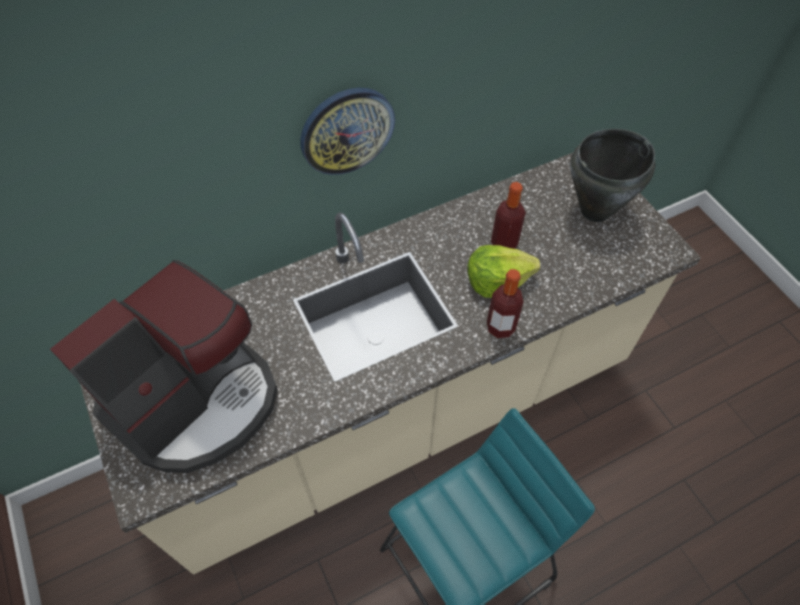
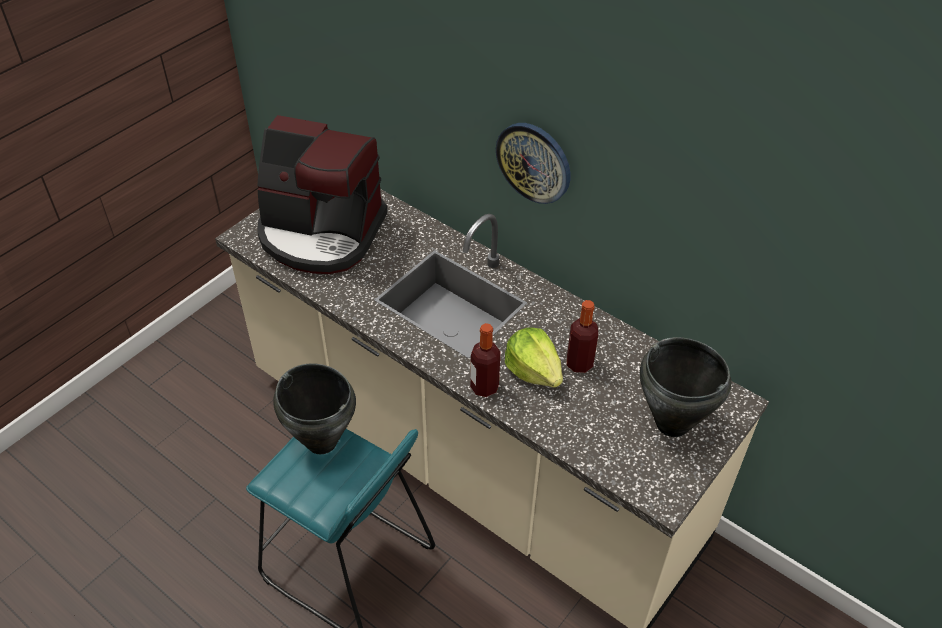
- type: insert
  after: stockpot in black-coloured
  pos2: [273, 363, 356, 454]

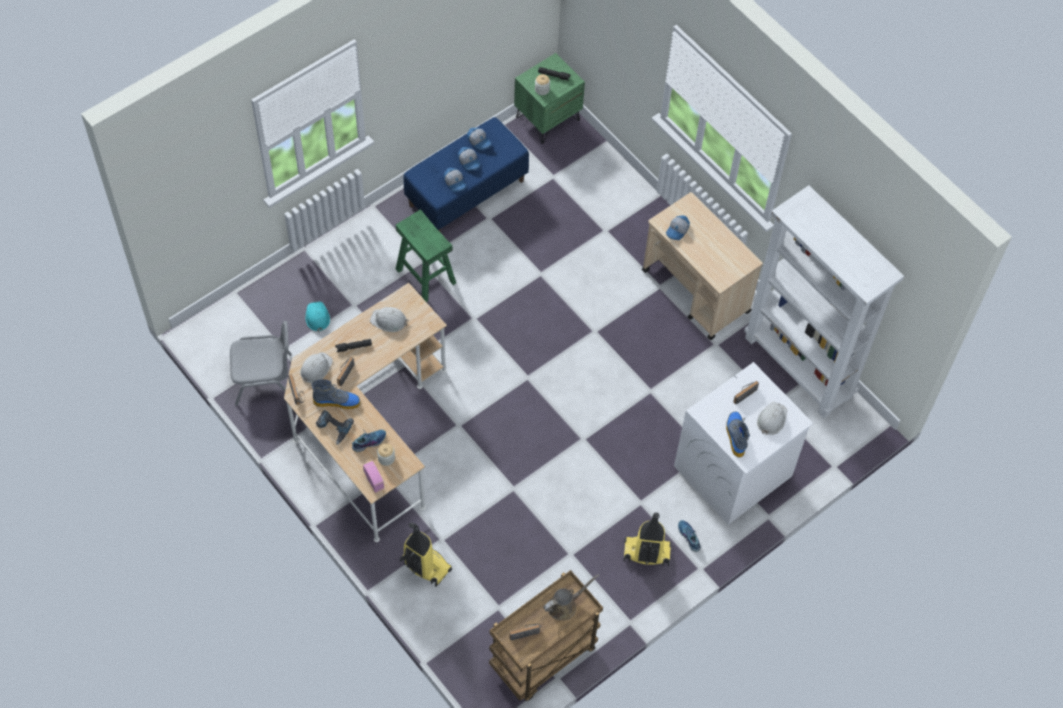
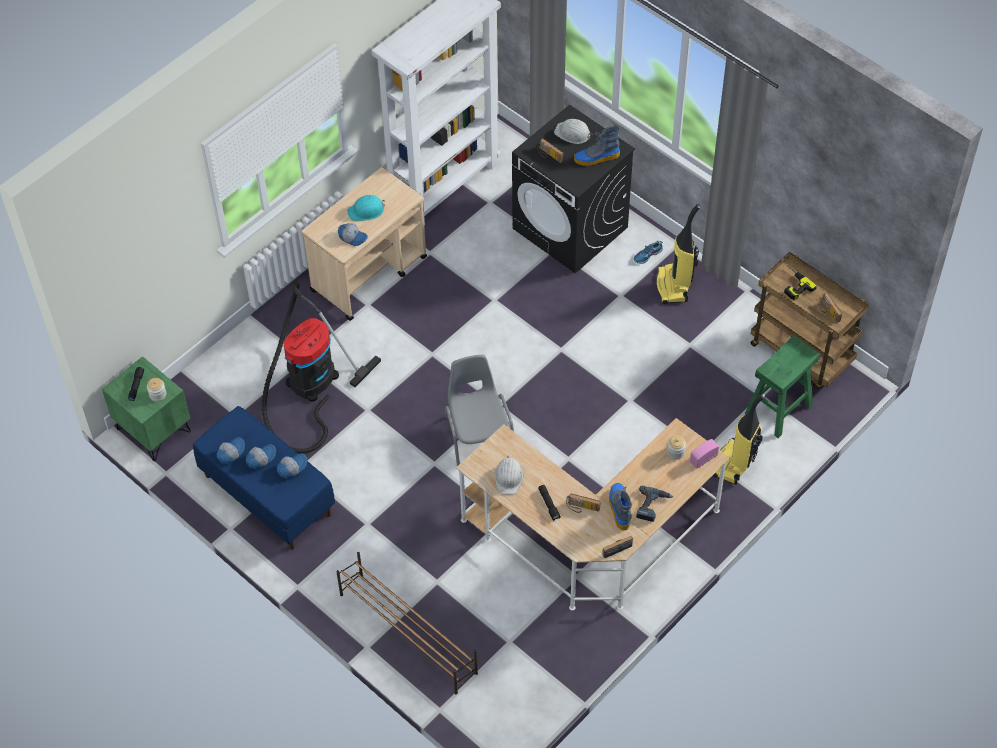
- type: move
  before: upright chair in greyish
  pos1: [230, 321, 292, 406]
  pos2: [444, 355, 514, 466]
- type: delete
  before: hard hat in white-coloured
  pos1: [300, 352, 333, 383]
- type: move
  before: hard hat in turquoise-coloured
  pos1: [305, 302, 330, 332]
  pos2: [347, 195, 385, 221]
- type: delete
  before: item of footwear
  pos1: [352, 429, 386, 452]
- type: move
  before: stool in greenish
  pos1: [396, 209, 456, 302]
  pos2: [745, 335, 820, 438]
- type: replace
  before: sprinkling can in brown-coloured
  after: electric drill
  pos1: [543, 574, 599, 620]
  pos2: [784, 265, 817, 300]
- type: recolor
  before: laundry machine in white-coloured
  after: laundry machine in black-coloured
  pos1: [674, 362, 813, 525]
  pos2: [512, 104, 635, 273]
- type: insert
  after: vacuum cleaner
  pos2: [262, 282, 381, 454]
- type: insert
  after: shoe rack in brown-coloured
  pos2: [336, 552, 478, 694]

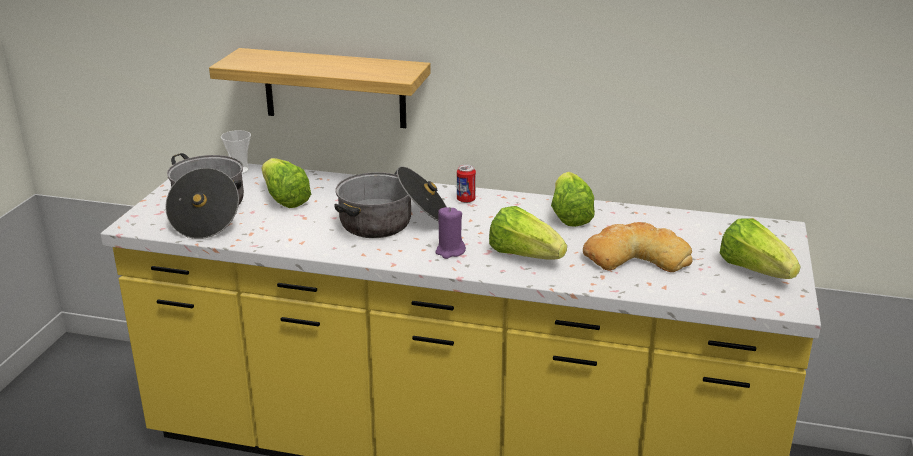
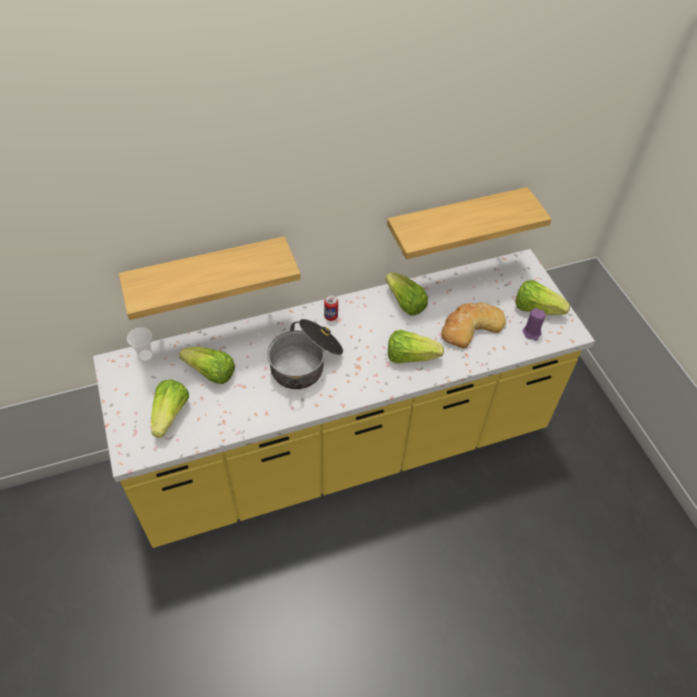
- type: replace
  before: stockpot
  after: lettuce head
  pos1: [165, 153, 244, 239]
  pos2: [151, 380, 189, 438]
- type: move
  before: wax light in purplish
  pos1: [436, 207, 466, 259]
  pos2: [523, 308, 546, 341]
- type: insert
  after: shelf
  pos2: [387, 187, 551, 259]

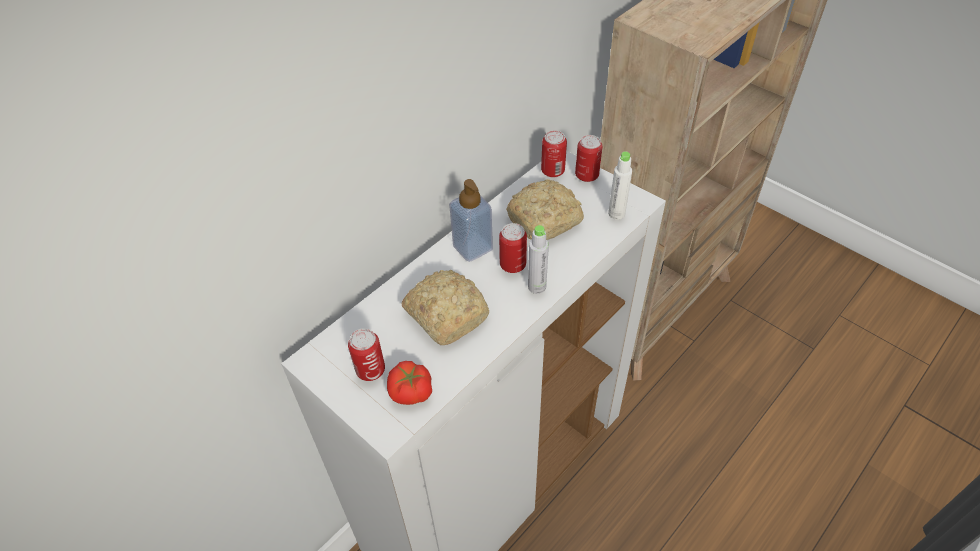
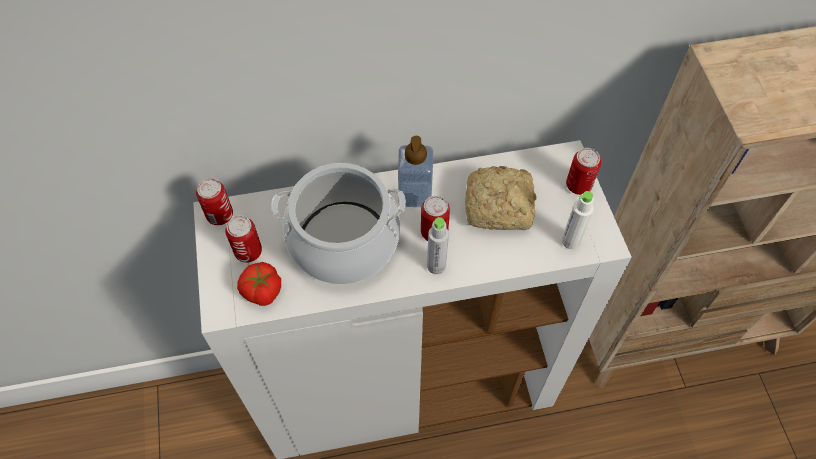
- type: replace
  before: bread
  after: stockpot
  pos1: [402, 270, 489, 345]
  pos2: [271, 163, 406, 284]
- type: move
  before: sealed can
  pos1: [541, 130, 567, 178]
  pos2: [196, 178, 233, 225]

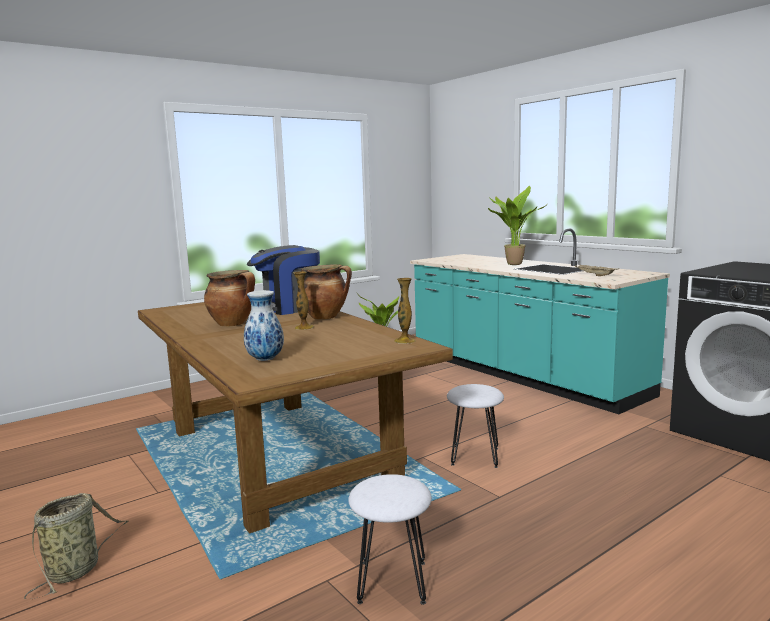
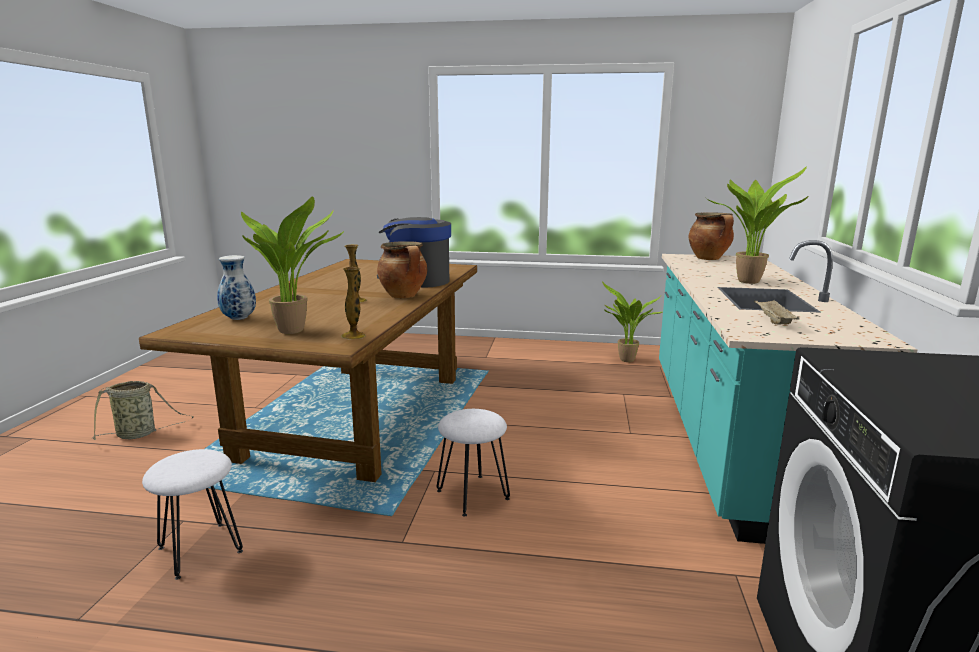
- type: move
  before: stockpot
  pos1: [204, 270, 255, 327]
  pos2: [688, 212, 734, 260]
- type: insert
  after: houseplant
  pos2: [241, 196, 345, 334]

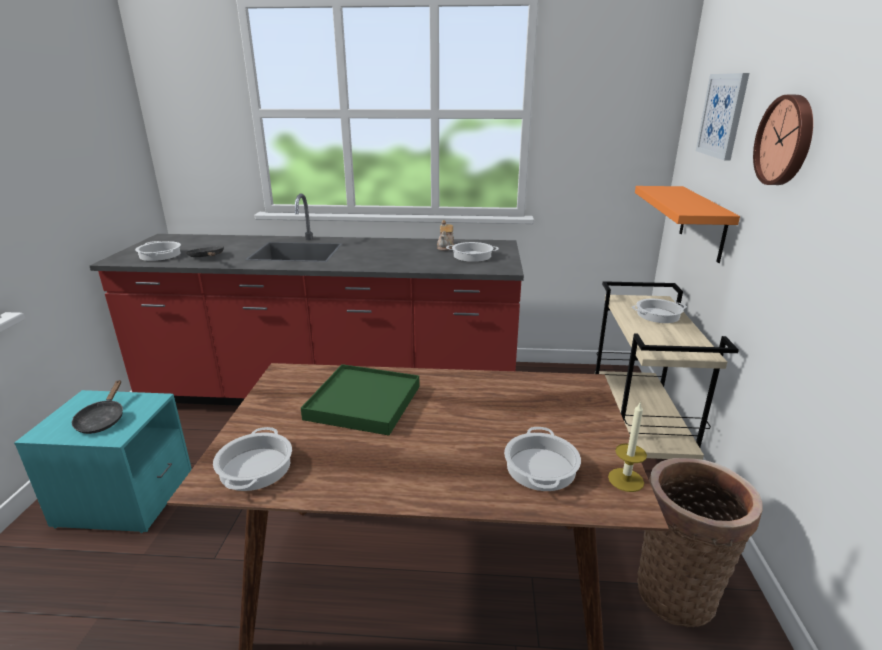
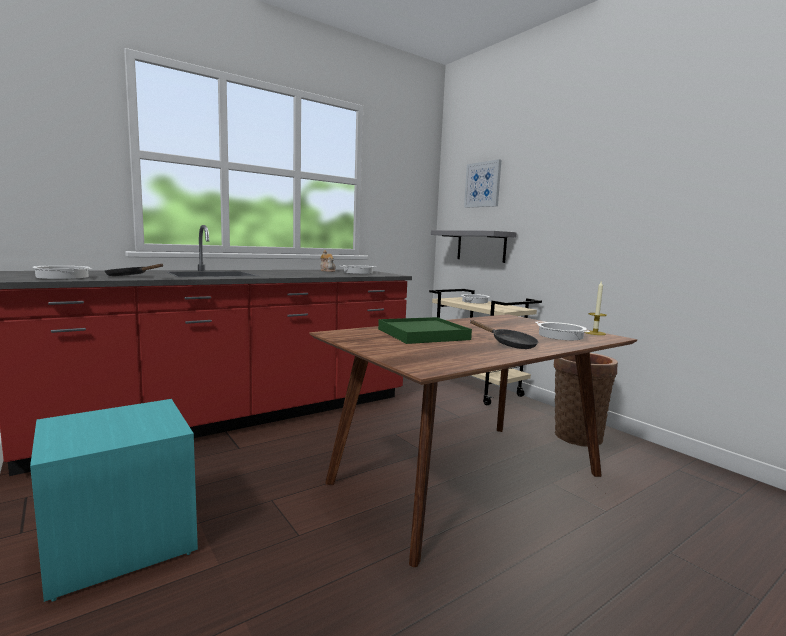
- type: move
  before: pan in black-coloured
  pos1: [72, 380, 123, 434]
  pos2: [470, 320, 538, 349]
- type: delete
  before: stockpot
  pos1: [213, 427, 292, 491]
- type: recolor
  before: shelf in orange-coloured
  after: shelf in greyish
  pos1: [635, 186, 740, 263]
  pos2: [431, 230, 517, 263]
- type: delete
  before: wall clock
  pos1: [753, 95, 813, 185]

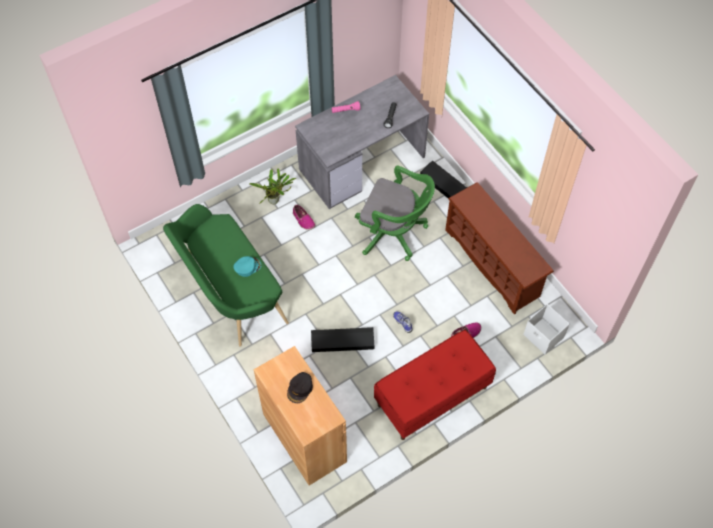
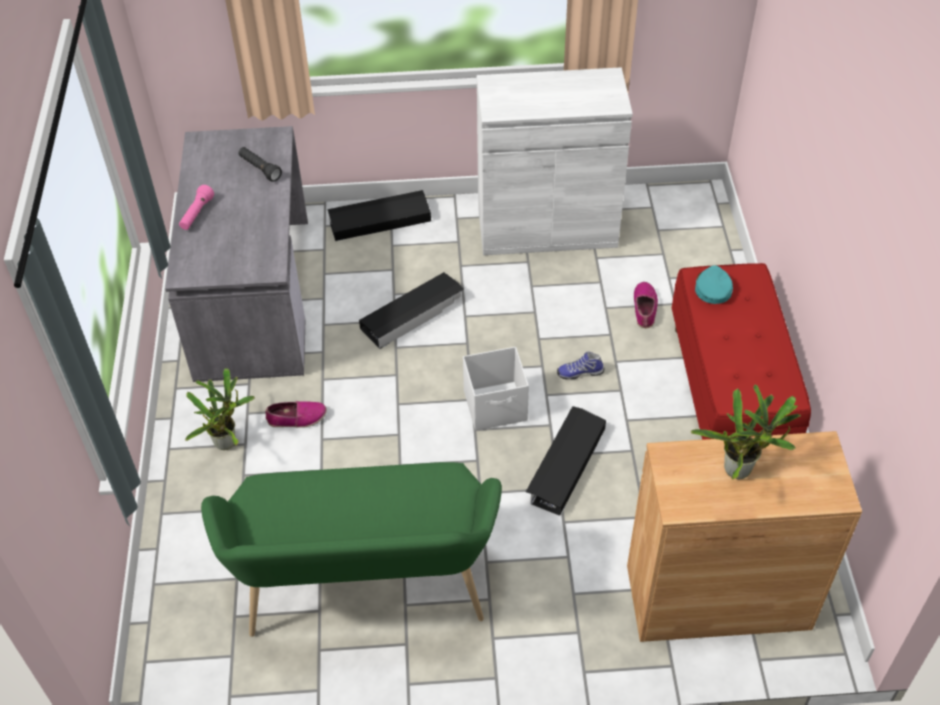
- type: move
  before: baseball cap in turquoise-coloured
  pos1: [233, 256, 261, 277]
  pos2: [695, 265, 733, 304]
- type: replace
  before: baseball cap in black-coloured
  after: houseplant
  pos1: [287, 372, 313, 403]
  pos2: [691, 385, 801, 479]
- type: replace
  before: office chair in greenish
  after: storage box in black-coloured
  pos1: [355, 165, 435, 261]
  pos2: [359, 272, 464, 349]
- type: replace
  before: shoe rack in brown-coloured
  after: cabinet in white-coloured
  pos1: [445, 182, 554, 315]
  pos2: [477, 67, 633, 255]
- type: move
  before: storage box in white-coloured
  pos1: [523, 304, 570, 354]
  pos2: [463, 347, 529, 430]

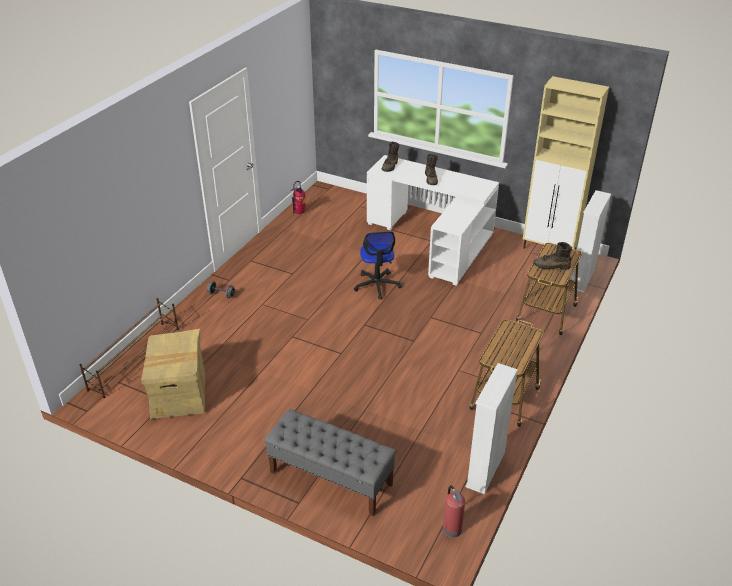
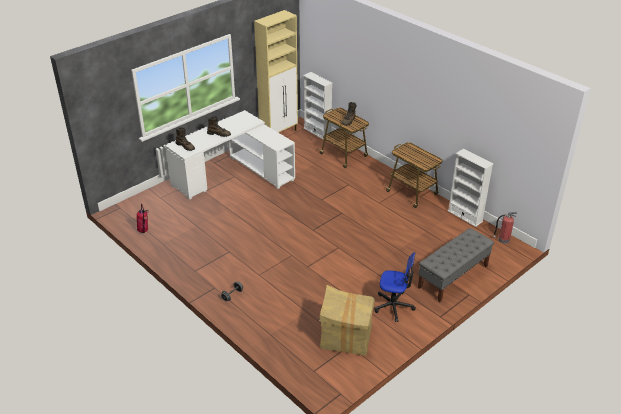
- type: delete
  before: shoe rack in brown-coloured
  pos1: [79, 298, 179, 398]
- type: move
  before: office chair
  pos1: [354, 231, 402, 299]
  pos2: [374, 252, 416, 322]

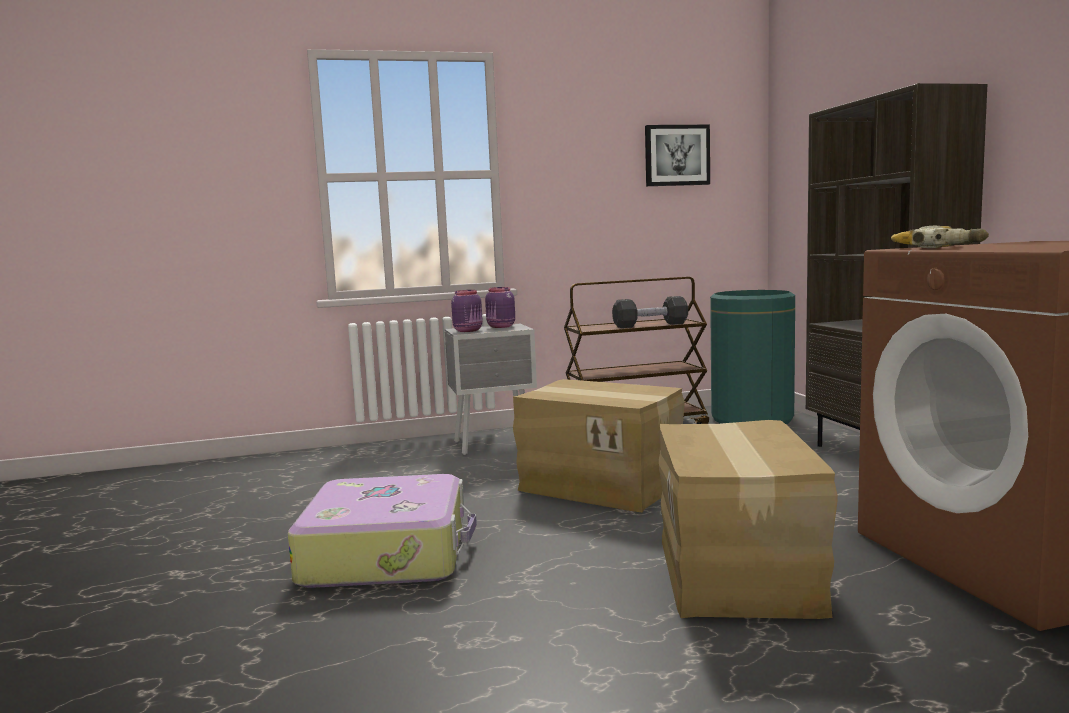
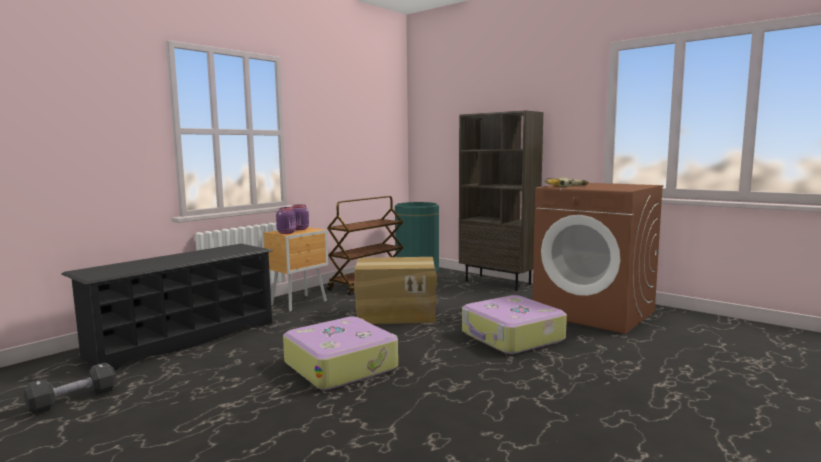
- type: recolor
  before: bedside table in greyish
  after: bedside table in brown-coloured
  pos1: [445, 324, 537, 455]
  pos2: [263, 227, 328, 312]
- type: move
  before: free weight in black-coloured
  pos1: [612, 296, 688, 328]
  pos2: [24, 362, 116, 414]
- type: delete
  before: picture
  pos1: [645, 125, 710, 186]
- type: replace
  before: packing box
  after: travel case
  pos1: [659, 420, 838, 619]
  pos2: [462, 295, 567, 354]
- type: insert
  after: shoe rack in black-coloured
  pos2: [61, 244, 273, 371]

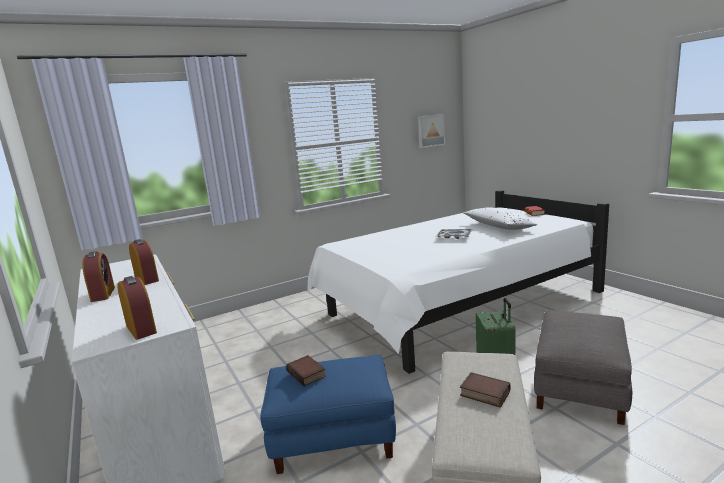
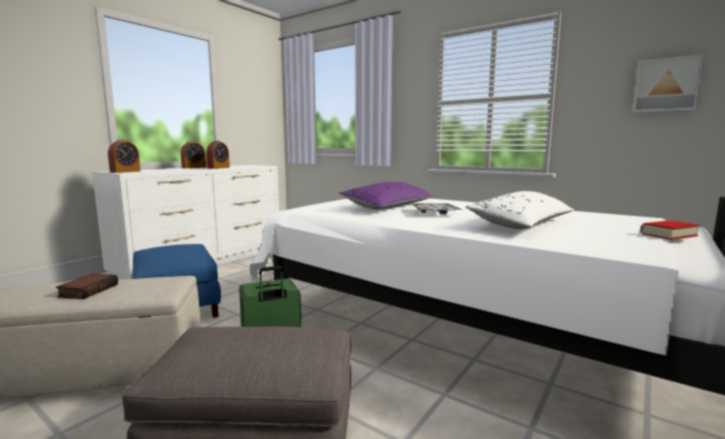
- type: delete
  before: bound book
  pos1: [286, 355, 326, 386]
- type: insert
  after: pillow in purplish
  pos2: [339, 182, 434, 210]

